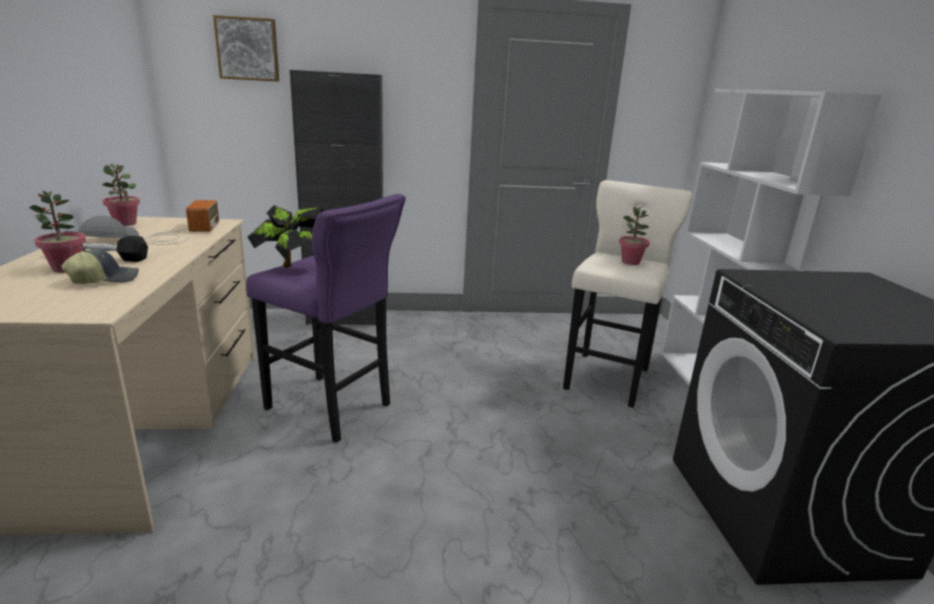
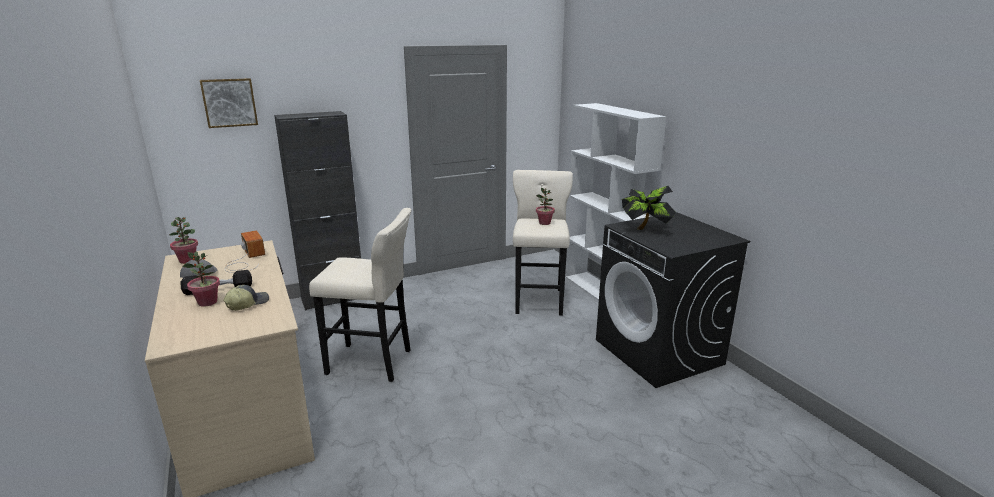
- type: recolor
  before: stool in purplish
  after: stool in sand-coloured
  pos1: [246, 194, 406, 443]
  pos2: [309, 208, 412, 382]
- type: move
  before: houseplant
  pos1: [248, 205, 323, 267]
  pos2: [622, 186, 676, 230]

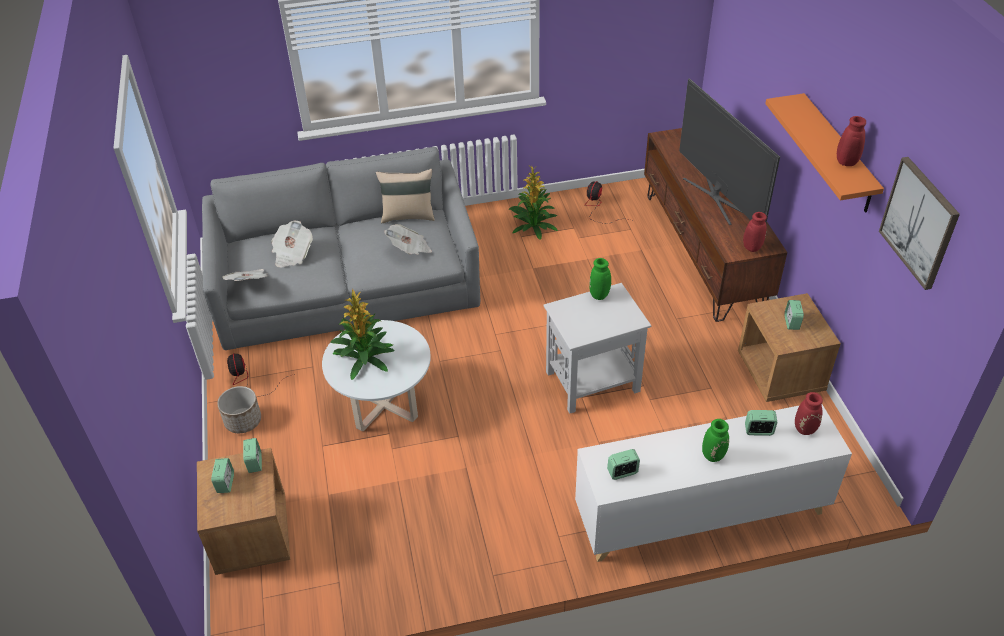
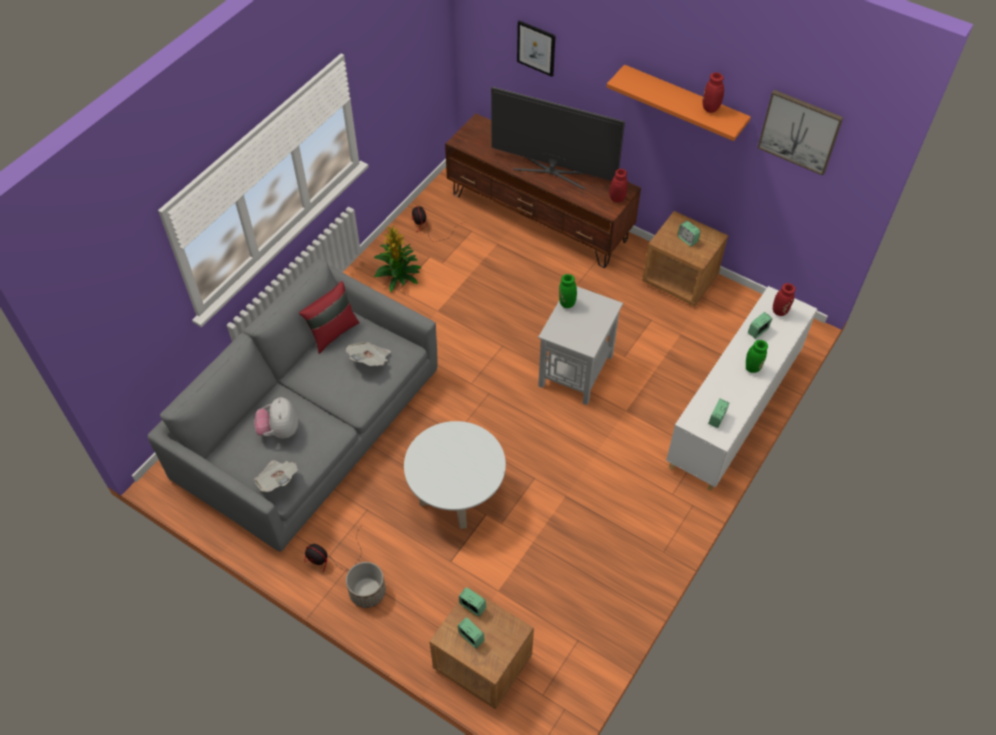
- type: replace
  before: daily paper
  after: plush toy
  pos1: [271, 221, 313, 267]
  pos2: [255, 397, 298, 439]
- type: delete
  before: houseplant
  pos1: [331, 289, 395, 380]
- type: recolor
  before: pillow in sand-coloured
  after: pillow in red
  pos1: [376, 169, 435, 223]
  pos2: [299, 281, 360, 354]
- type: insert
  after: picture
  pos2: [517, 21, 556, 77]

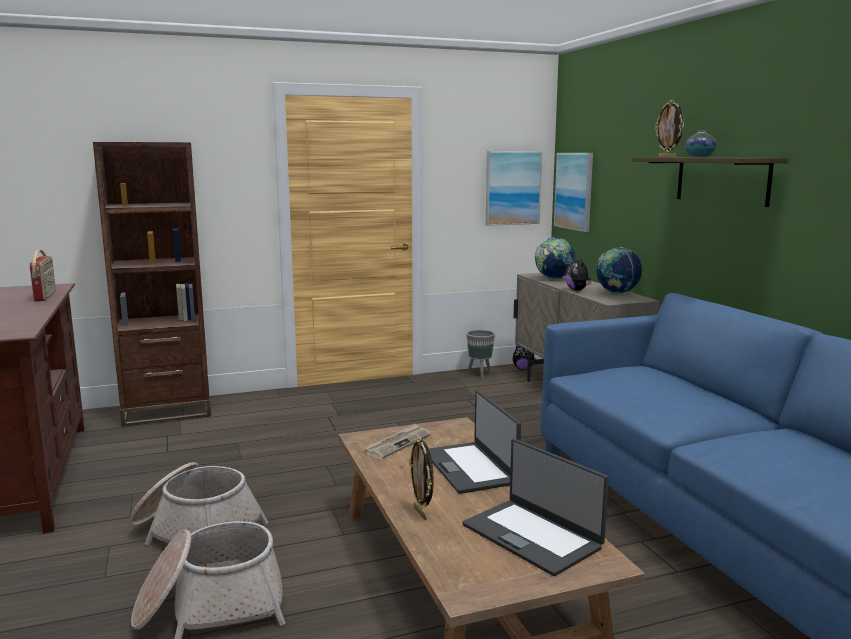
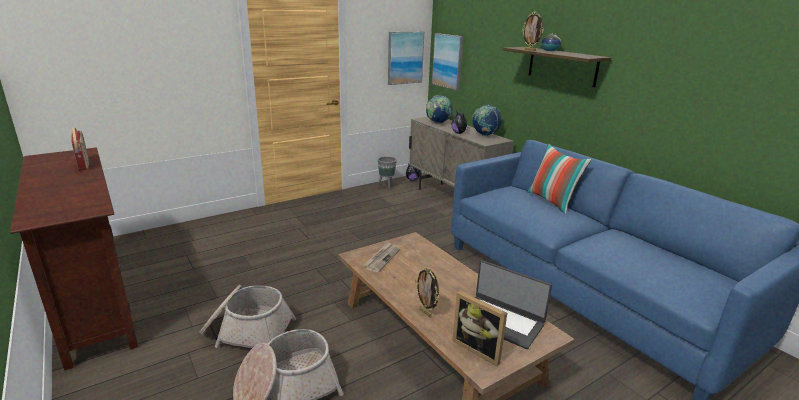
- type: delete
  before: bookcase in brown-coloured
  pos1: [93, 142, 211, 427]
- type: delete
  before: laptop
  pos1: [429, 390, 521, 494]
- type: insert
  after: standing frame
  pos2: [452, 291, 507, 366]
- type: insert
  after: pillow
  pos2: [527, 143, 591, 214]

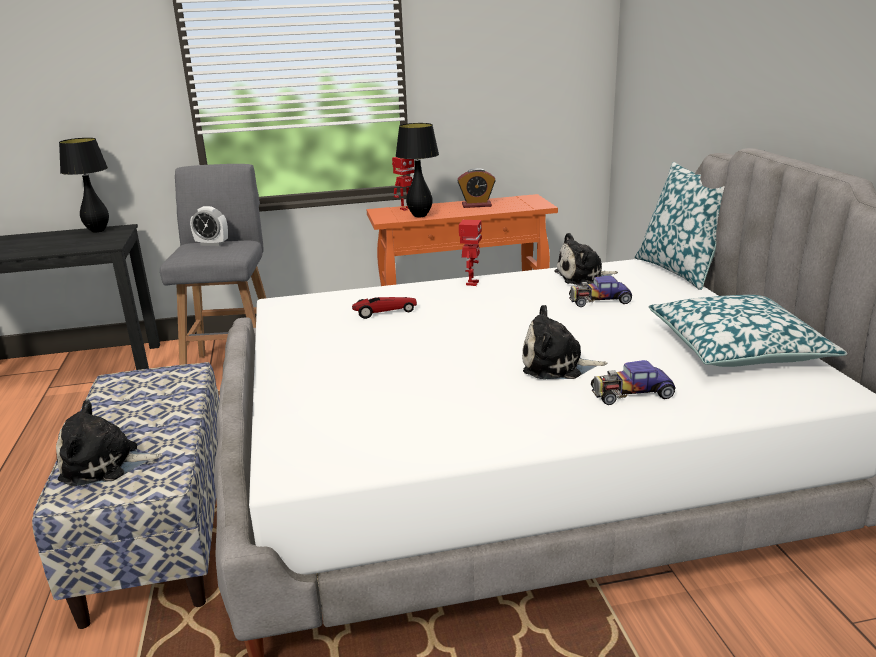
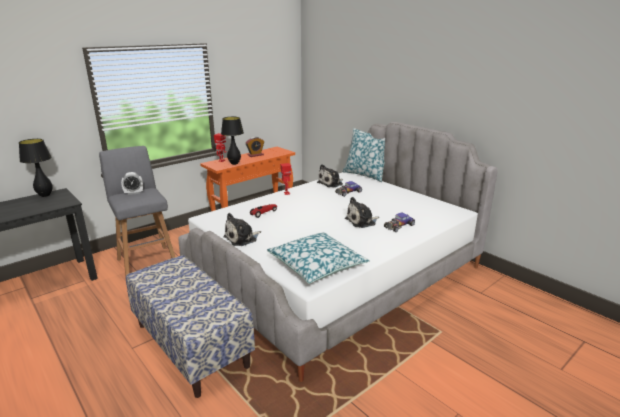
- type: move
  before: plush toy
  pos1: [56, 400, 162, 486]
  pos2: [223, 213, 261, 246]
- type: move
  before: pillow
  pos1: [649, 295, 848, 367]
  pos2: [267, 232, 370, 284]

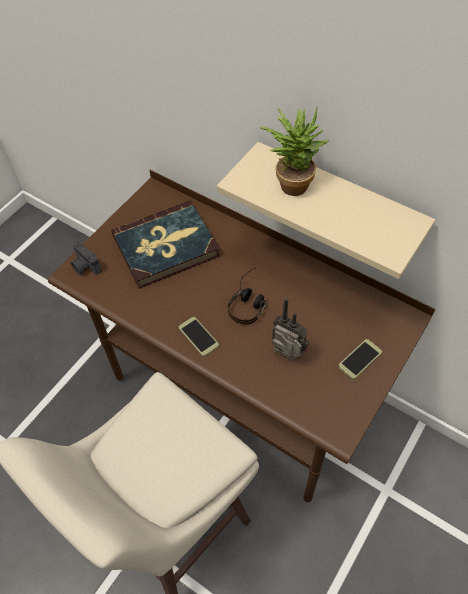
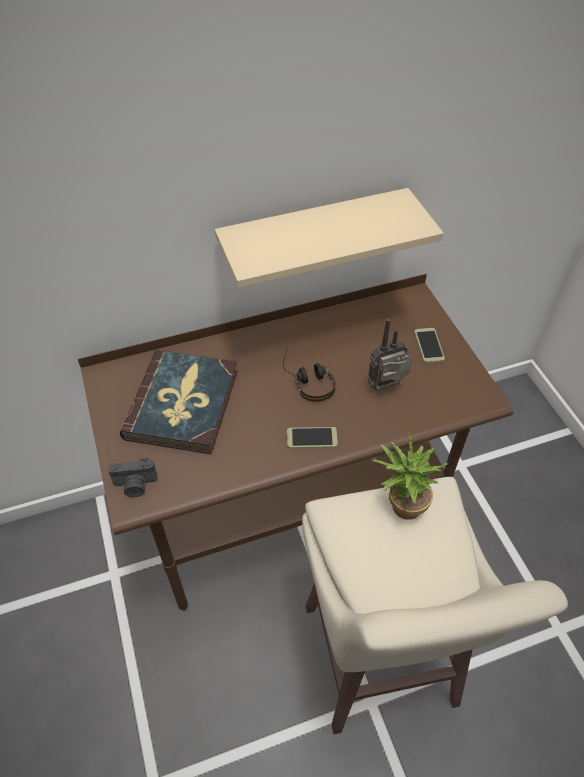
- type: move
  before: houseplant
  pos1: [260, 106, 329, 196]
  pos2: [371, 432, 448, 520]

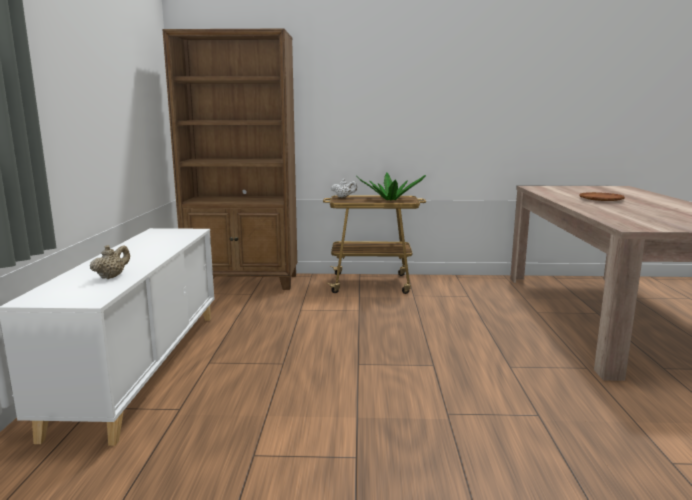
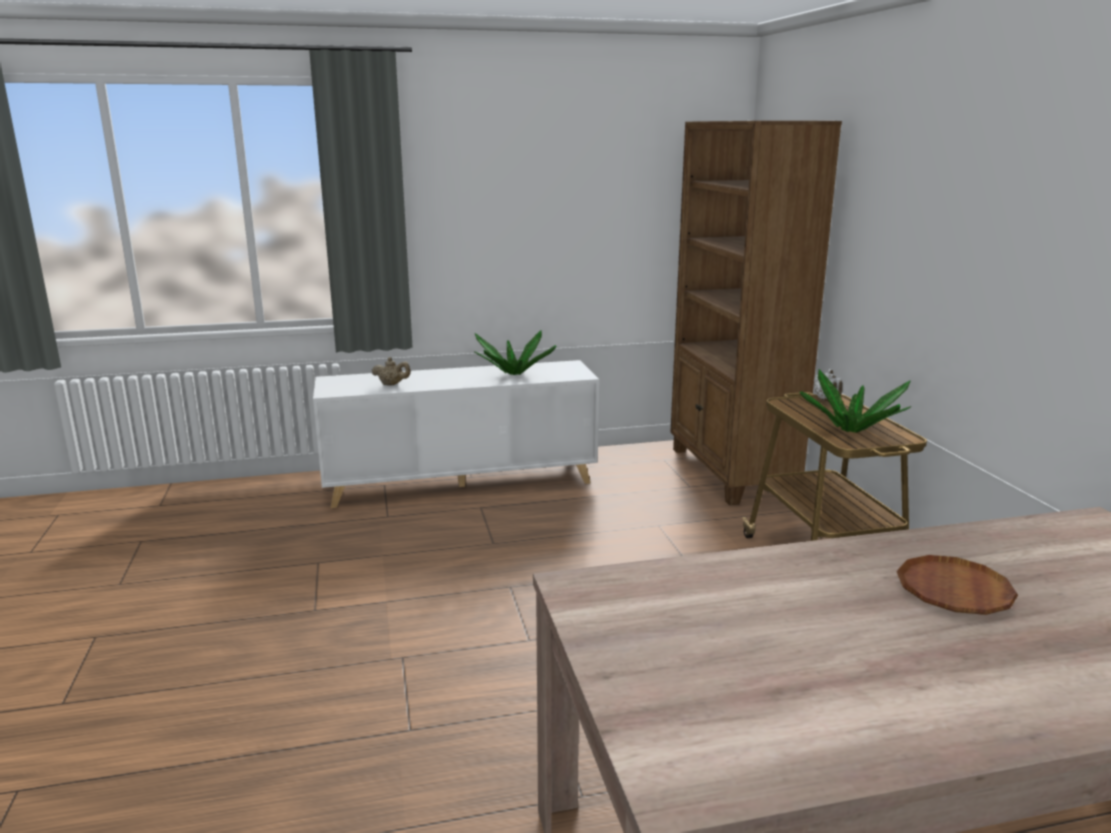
- type: insert
  after: houseplant
  pos2: [474, 330, 556, 375]

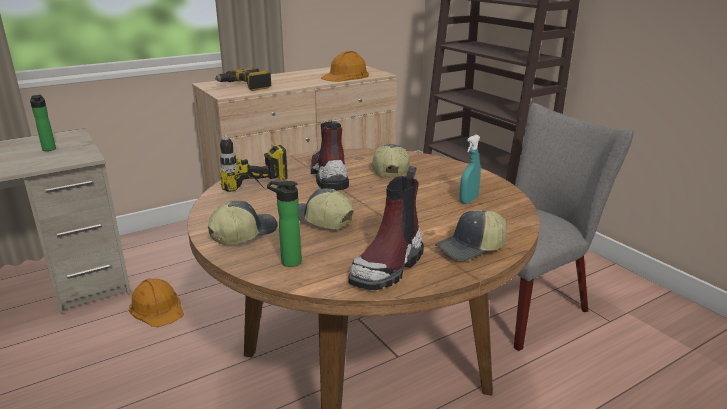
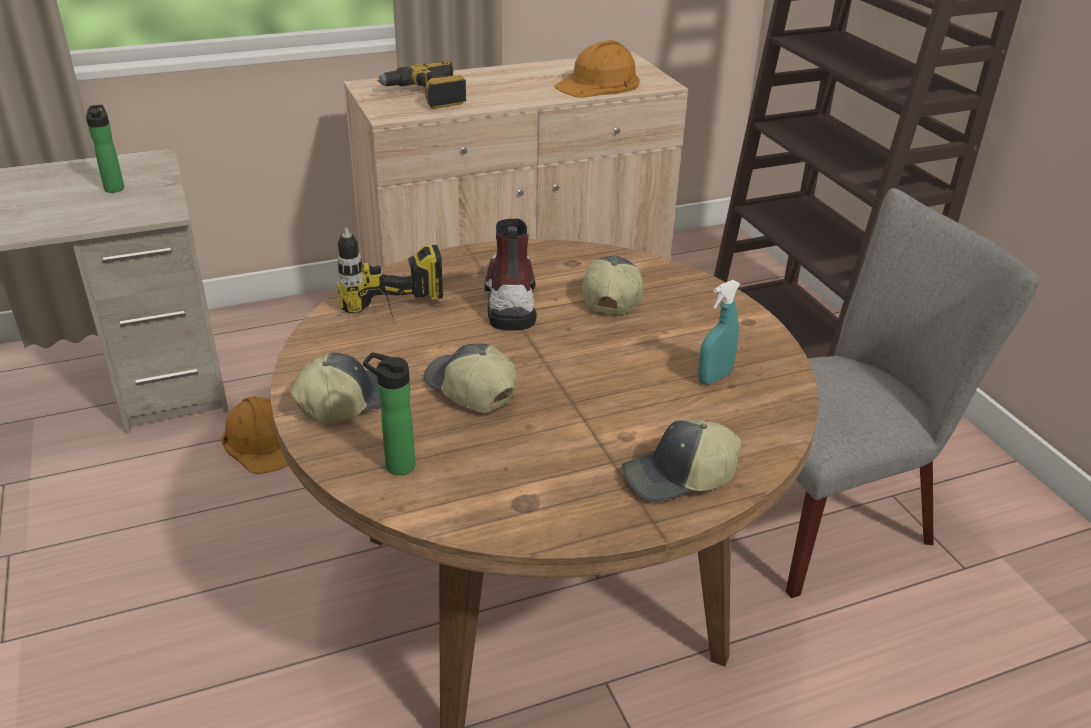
- type: delete
  before: tall boot
  pos1: [349, 166, 424, 290]

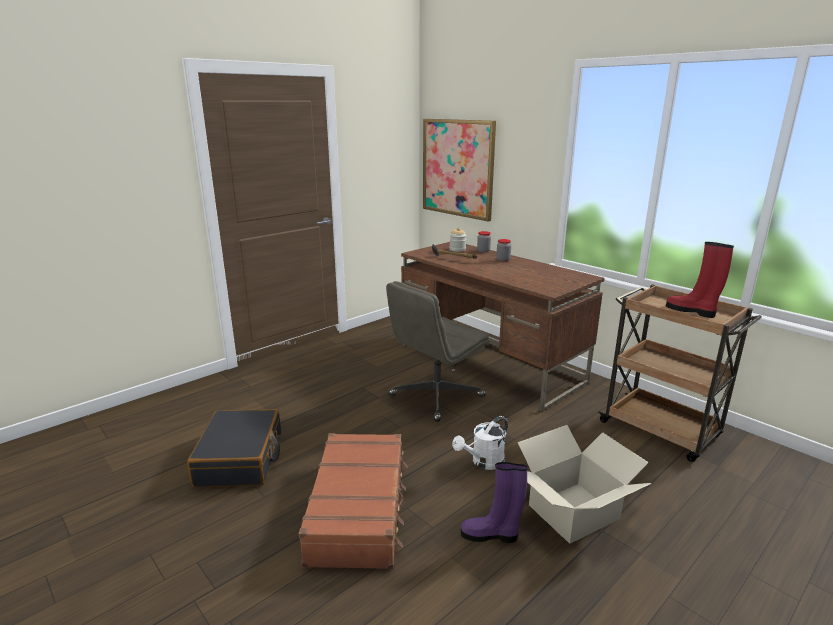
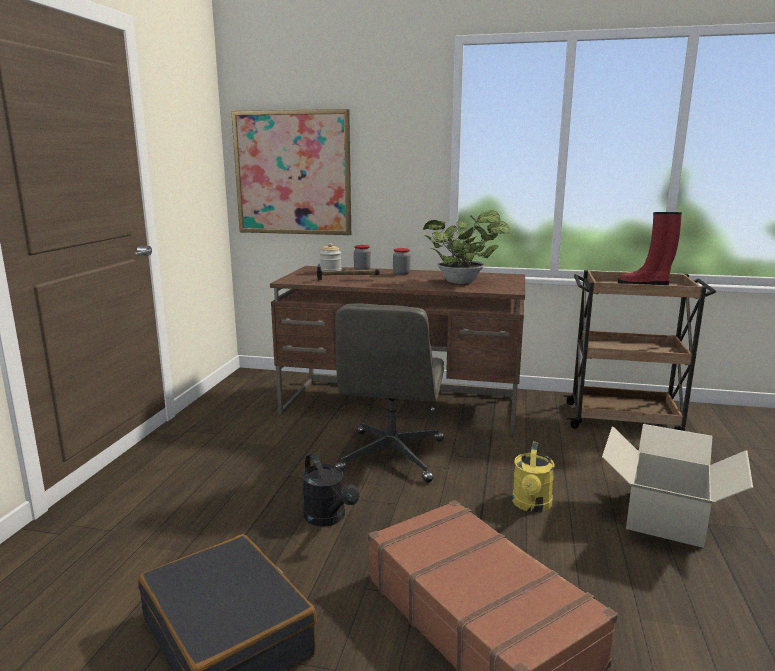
- type: recolor
  before: sprinkling can in white-coloured
  after: sprinkling can in yellow-coloured
  pos1: [452, 416, 508, 470]
  pos2: [512, 442, 554, 512]
- type: delete
  before: tall boot in purplish
  pos1: [461, 462, 528, 543]
- type: insert
  after: sprinkling can in black-coloured
  pos2: [302, 454, 359, 527]
- type: insert
  after: houseplant
  pos2: [423, 210, 510, 284]

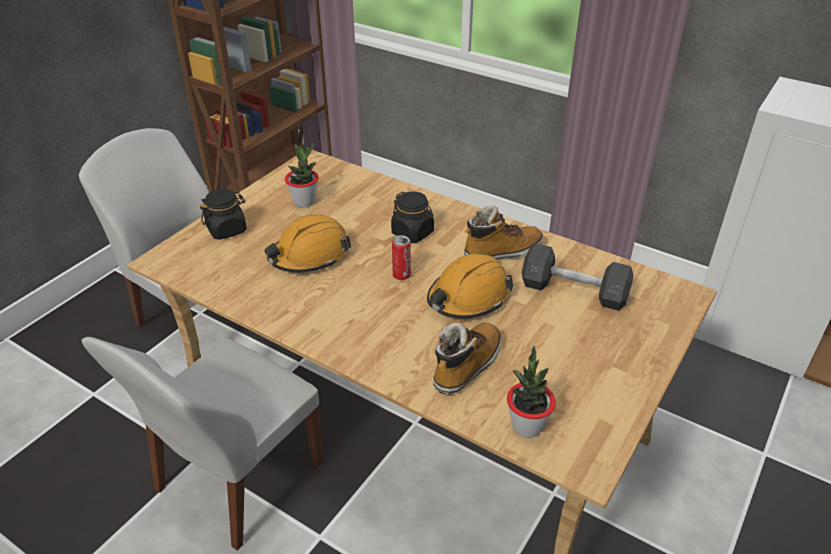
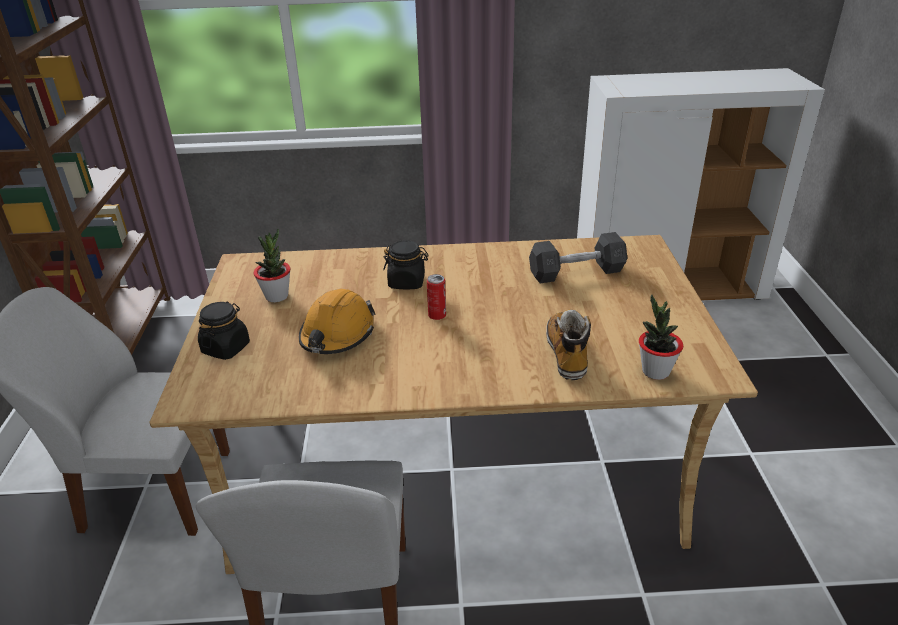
- type: delete
  before: hard hat in orange-coloured
  pos1: [427, 254, 513, 319]
- type: delete
  before: tall boot
  pos1: [464, 205, 543, 260]

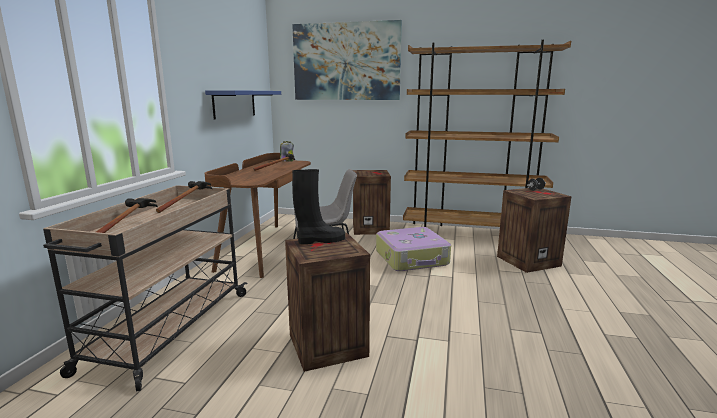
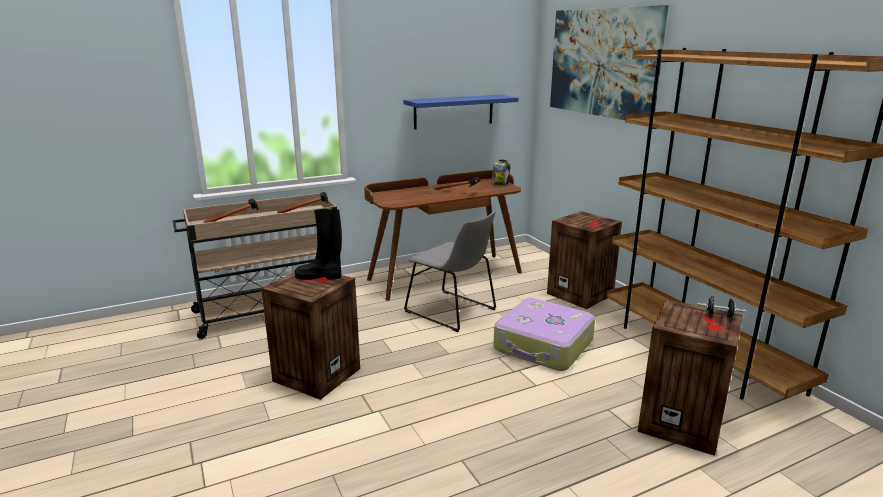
- type: rotate
  before: tall boot in black-coloured
  pos1: [292, 169, 345, 244]
  pos2: [295, 209, 342, 280]
  turn: 150

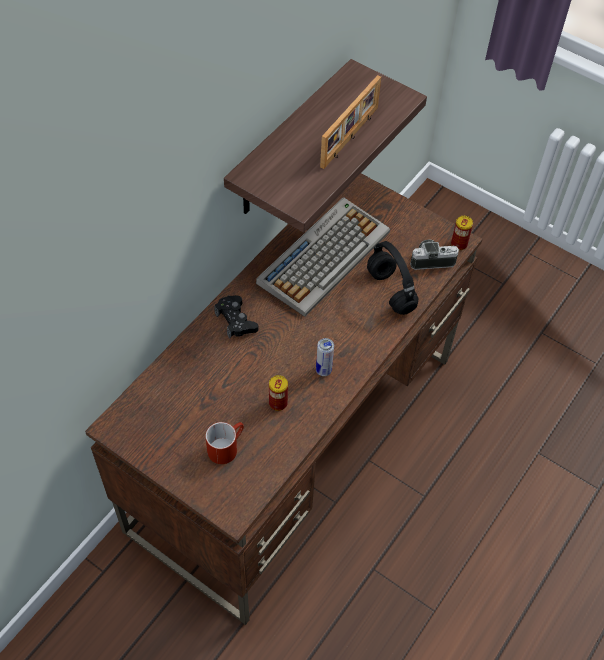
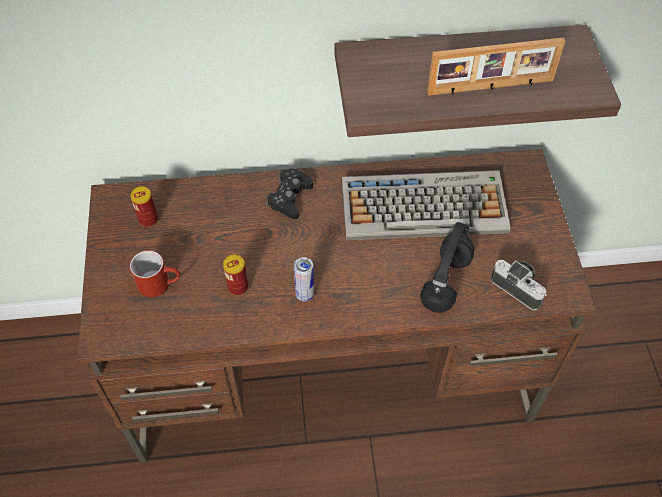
- type: move
  before: sealed can
  pos1: [451, 216, 473, 250]
  pos2: [130, 186, 158, 227]

